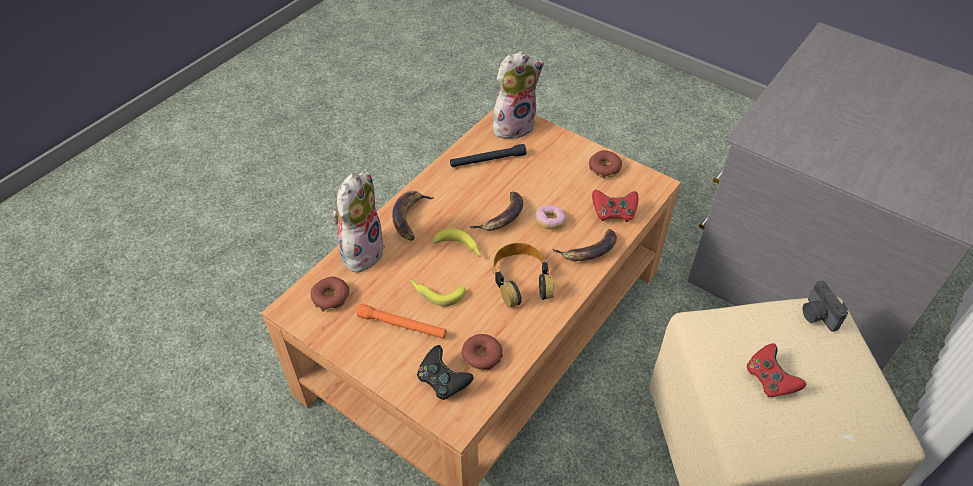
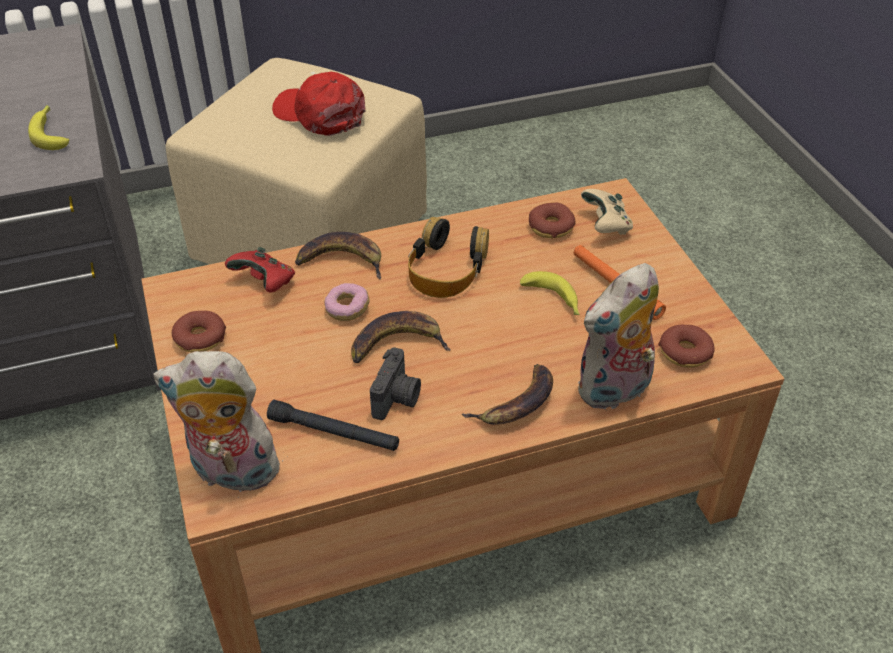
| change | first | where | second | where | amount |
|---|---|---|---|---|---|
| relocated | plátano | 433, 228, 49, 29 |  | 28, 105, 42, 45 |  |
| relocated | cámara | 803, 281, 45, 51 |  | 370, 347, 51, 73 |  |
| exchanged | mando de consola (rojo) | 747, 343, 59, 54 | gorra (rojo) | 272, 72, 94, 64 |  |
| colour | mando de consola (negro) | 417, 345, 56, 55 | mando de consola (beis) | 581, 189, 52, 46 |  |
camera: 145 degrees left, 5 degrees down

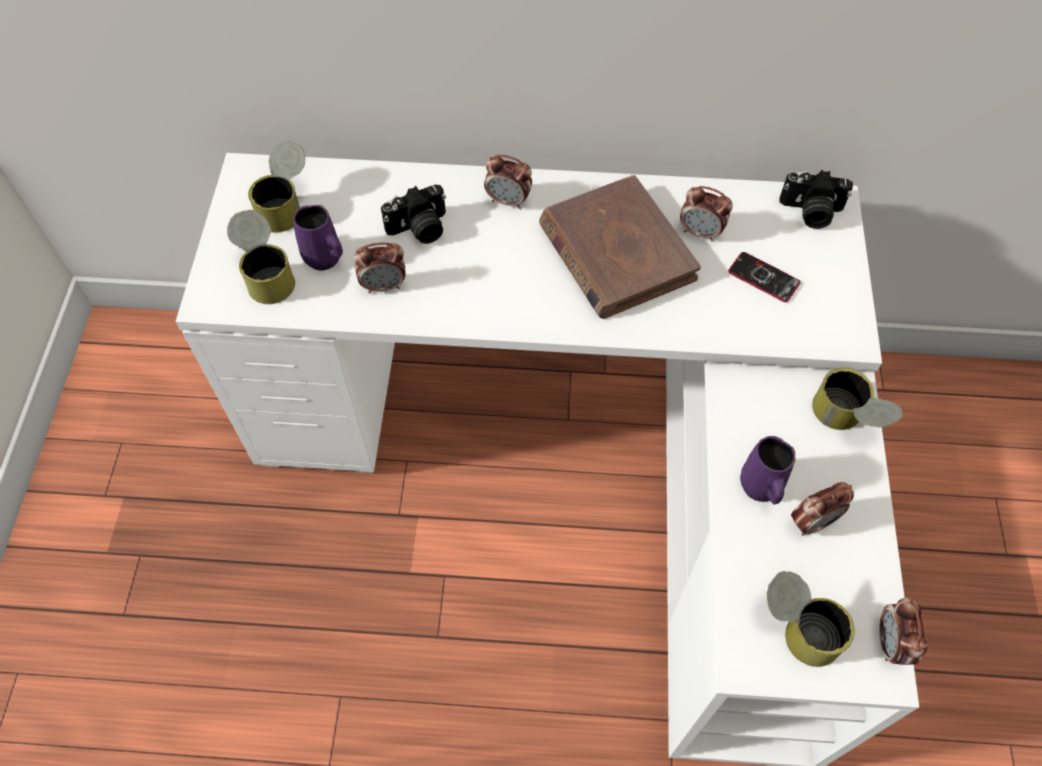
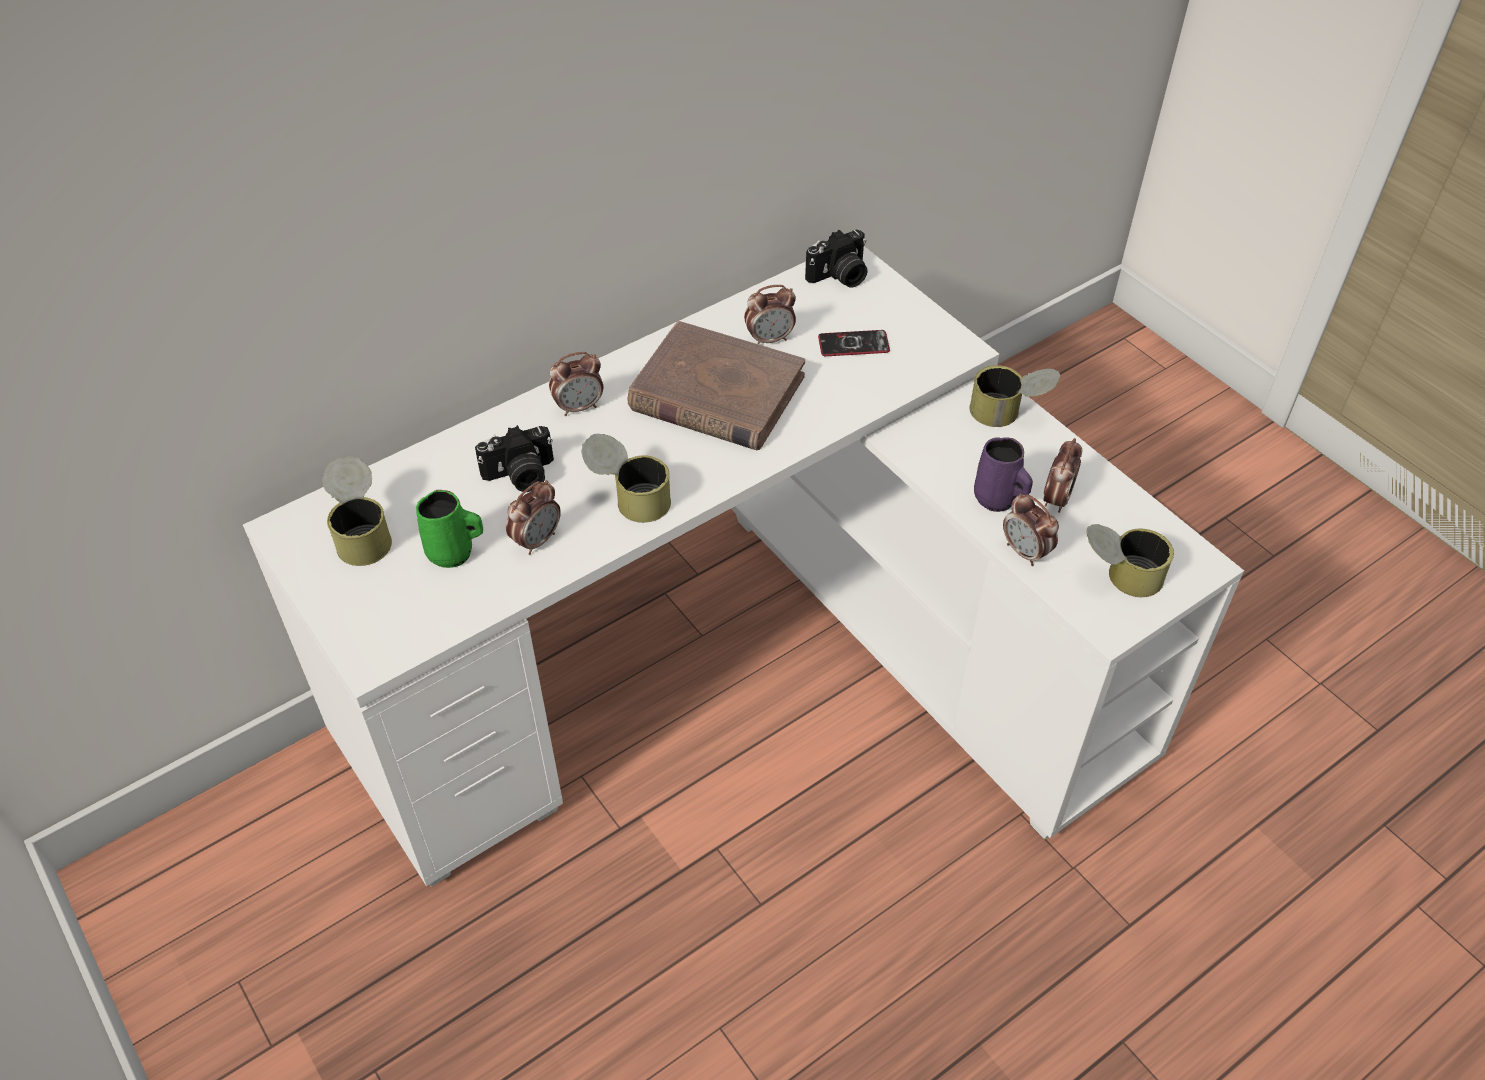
| change | first | where | second | where | amount |
|---|---|---|---|---|---|
| relocated | lata | 227, 210, 68, 94 |  | 581, 434, 90, 89 |  |
| relocated | despertador | 880, 597, 47, 68 |  | 1003, 493, 56, 73 |  |
| colour | taza grande (morado) | 293, 205, 50, 66 | taza grande (verde) | 416, 490, 67, 78 |  |
| spun | cámara | 381, 185, 65, 59 |  | 475, 425, 79, 67 | 45 degrees clockwise |
camera: 40 degrees left, 10 degrees down

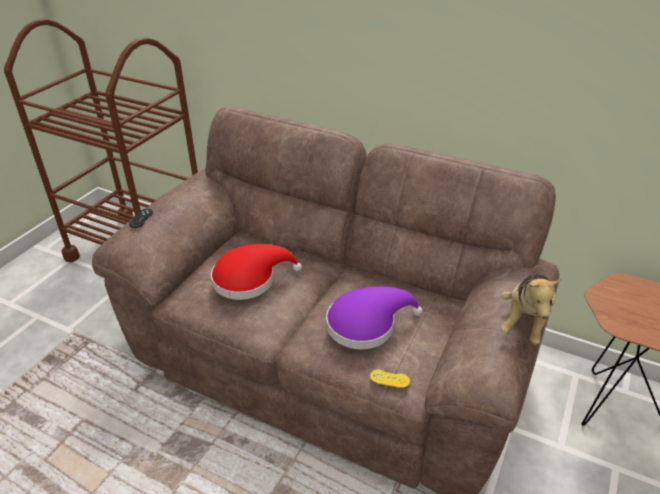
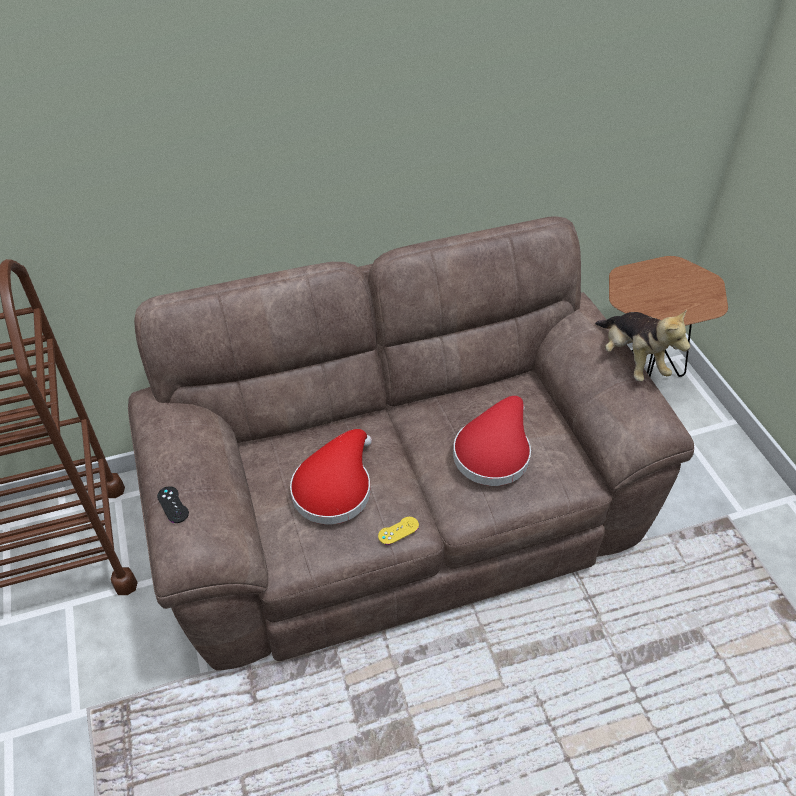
| change | first | where | second | where | amount |
|---|---|---|---|---|---|
| relocated | mando de consola (amarillo) | 370, 369, 40, 19 |  | 378, 517, 41, 28 |  |
| colour | sombrero (morado) | 326, 286, 97, 63 | sombrero (rojo) | 453, 396, 78, 90 |  |
camera: 45 degrees left, 10 degrees up

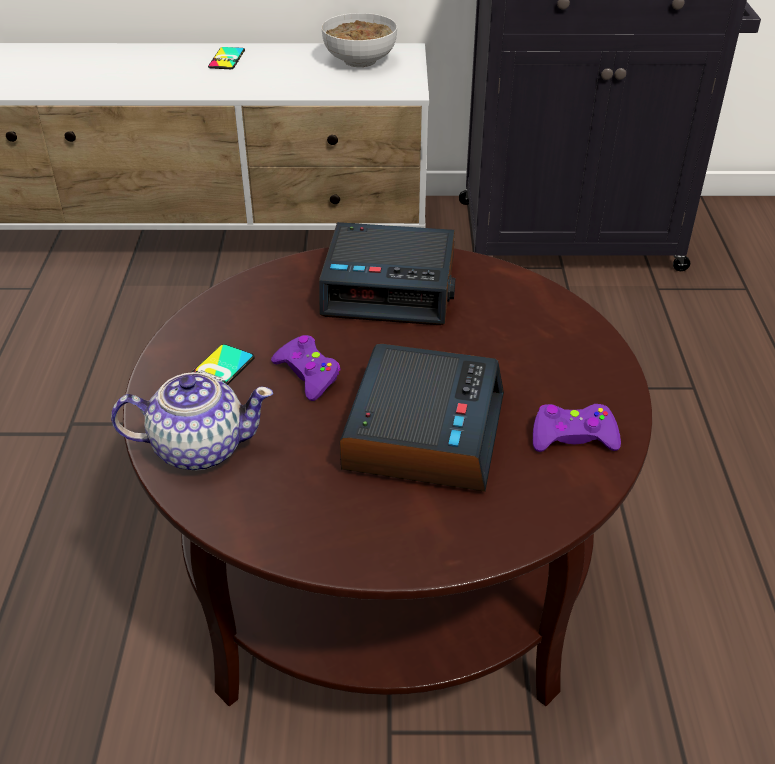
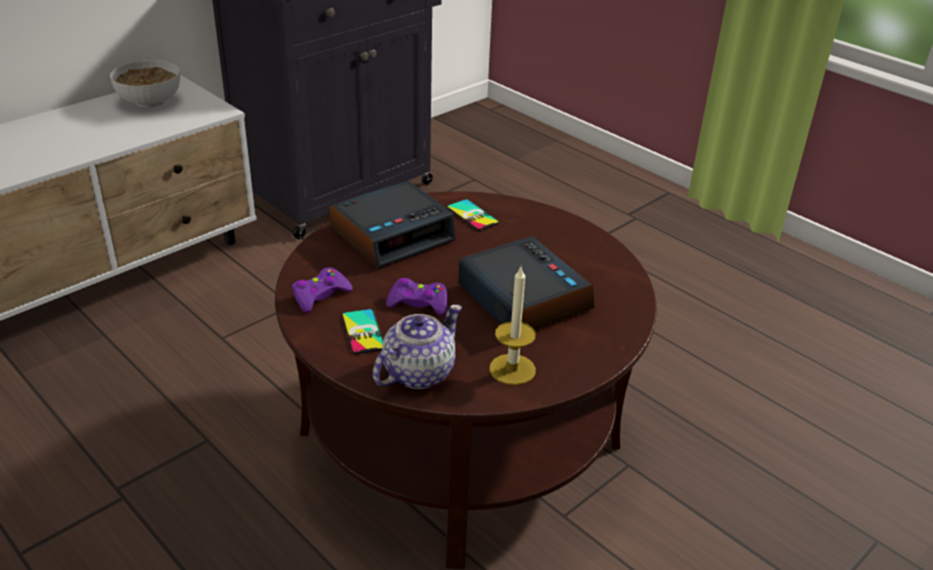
| change | first | where | second | where | amount |
|---|---|---|---|---|---|
| appeared |  |  | vela | 489, 267, 47, 118 |  |
| relocated | móvil | 208, 47, 37, 22 |  | 446, 199, 53, 32 |  |
| relocated | mando de consola (morado) | 533, 404, 88, 48 |  | 292, 267, 61, 46 |  |
camera: 45 degrees left, 5 degrees down

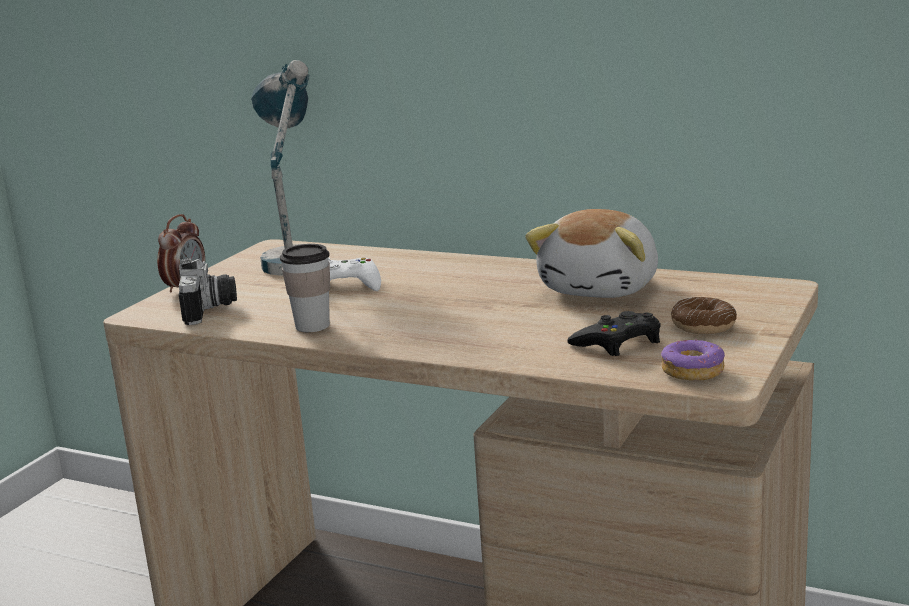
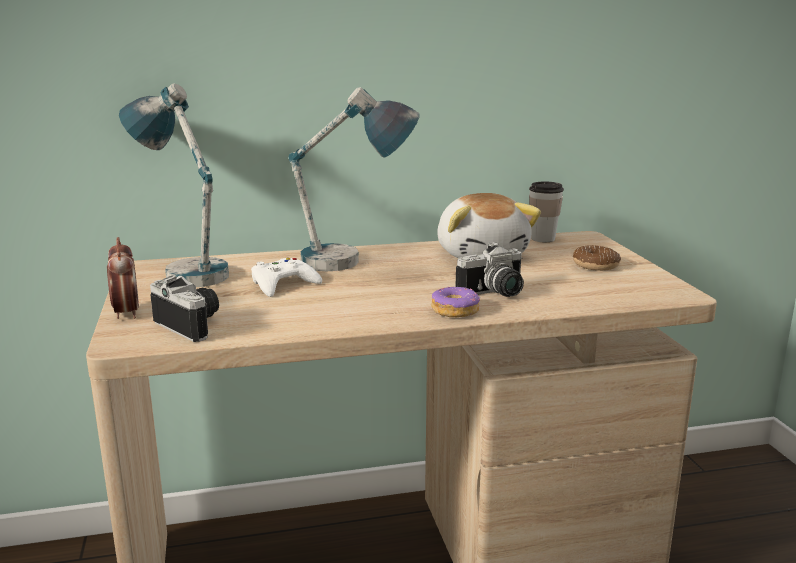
| change | first | where | second | where | amount |
|---|---|---|---|---|---|
| missing | mando de consola (negro) | 567, 311, 94, 45 |  |  |  |
| appeared |  |  | lámpara de mesa | 288, 87, 132, 184 |  |
| appeared |  |  | cámara | 455, 242, 69, 55 |  |
| relocated | taza | 280, 244, 50, 88 |  | 529, 182, 35, 60 |  |
| relocated | rosquilla | 661, 339, 64, 42 |  | 431, 286, 49, 31 |  |
camera: 40 degrees left, 0 degrees up

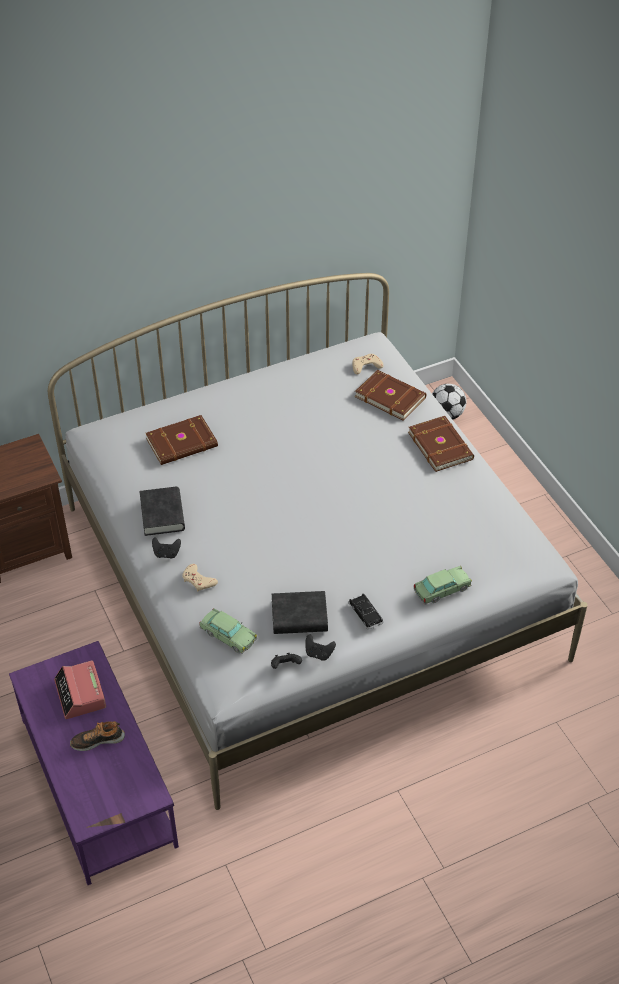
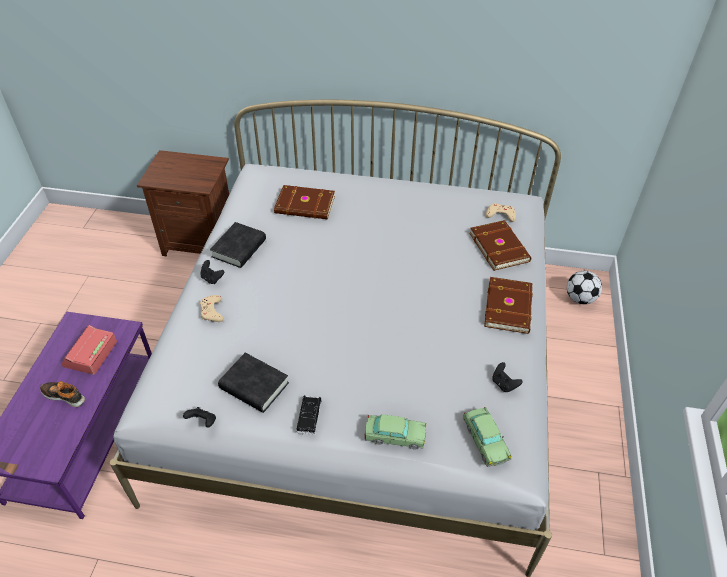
| change | first | where | second | where | amount |
|---|---|---|---|---|---|
| relocated | coche de juguete | 199, 608, 58, 46 |  | 463, 407, 49, 60 |  |
| relocated | mando de consola (negro) | 305, 634, 31, 26 |  | 492, 362, 31, 30 |  |
camera: 35 degrees right, 0 degrees up

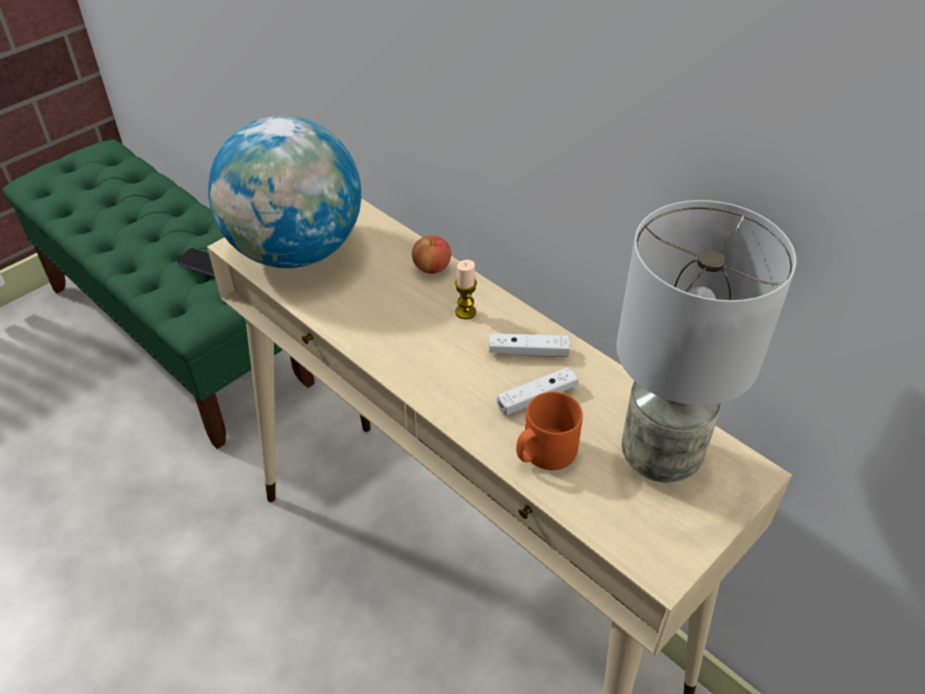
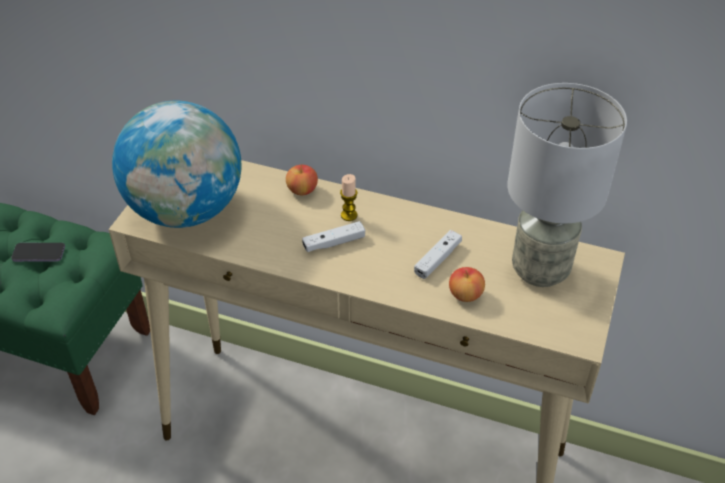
| change | first | where | second | where | amount |
|---|---|---|---|---|---|
| relocated | mando de consola (blanco) | 489, 333, 81, 24 |  | 302, 221, 63, 31 |  |
| exchanged | taza grande (naranja) | 516, 392, 67, 78 | manzana | 449, 267, 36, 35 |  |
camera: 25 degrees left, 0 degrees up

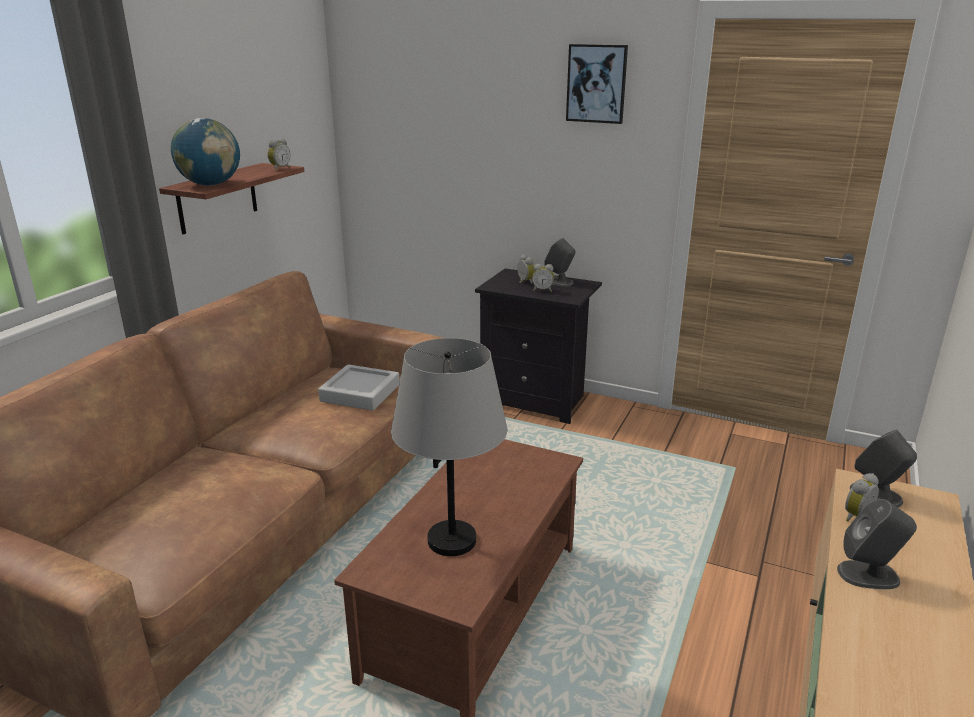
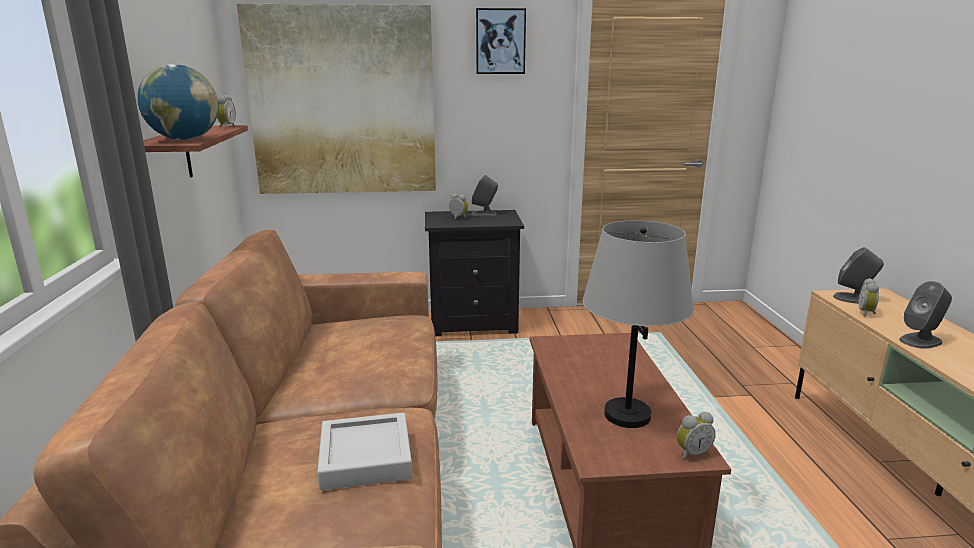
| change | first | where | second | where | amount |
|---|---|---|---|---|---|
| appeared |  |  | cuadro | 237, 4, 199, 190 |  |
| relocated | bandeja (gris) | 318, 365, 82, 46 |  | 317, 413, 95, 77 |  |
| relocated | despertador | 532, 264, 22, 28 |  | 677, 412, 39, 48 |  |
camera: 30 degrees left, 5 degrees down

